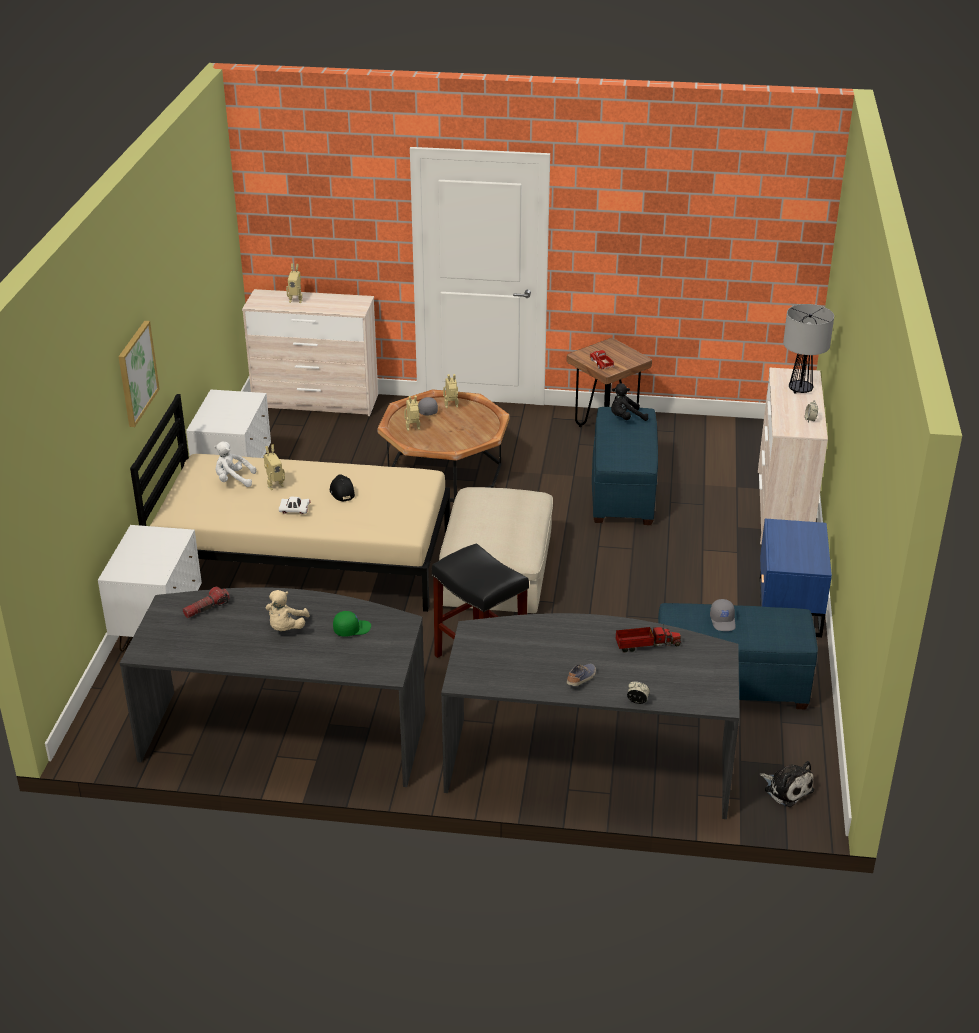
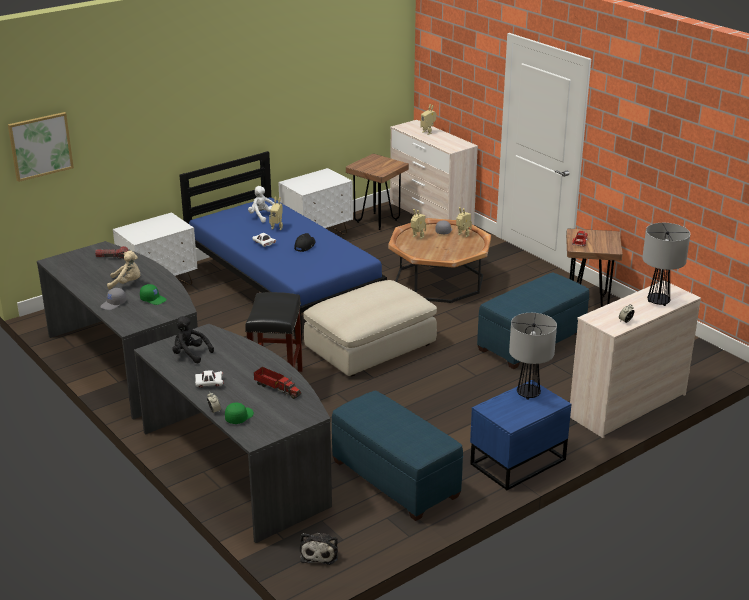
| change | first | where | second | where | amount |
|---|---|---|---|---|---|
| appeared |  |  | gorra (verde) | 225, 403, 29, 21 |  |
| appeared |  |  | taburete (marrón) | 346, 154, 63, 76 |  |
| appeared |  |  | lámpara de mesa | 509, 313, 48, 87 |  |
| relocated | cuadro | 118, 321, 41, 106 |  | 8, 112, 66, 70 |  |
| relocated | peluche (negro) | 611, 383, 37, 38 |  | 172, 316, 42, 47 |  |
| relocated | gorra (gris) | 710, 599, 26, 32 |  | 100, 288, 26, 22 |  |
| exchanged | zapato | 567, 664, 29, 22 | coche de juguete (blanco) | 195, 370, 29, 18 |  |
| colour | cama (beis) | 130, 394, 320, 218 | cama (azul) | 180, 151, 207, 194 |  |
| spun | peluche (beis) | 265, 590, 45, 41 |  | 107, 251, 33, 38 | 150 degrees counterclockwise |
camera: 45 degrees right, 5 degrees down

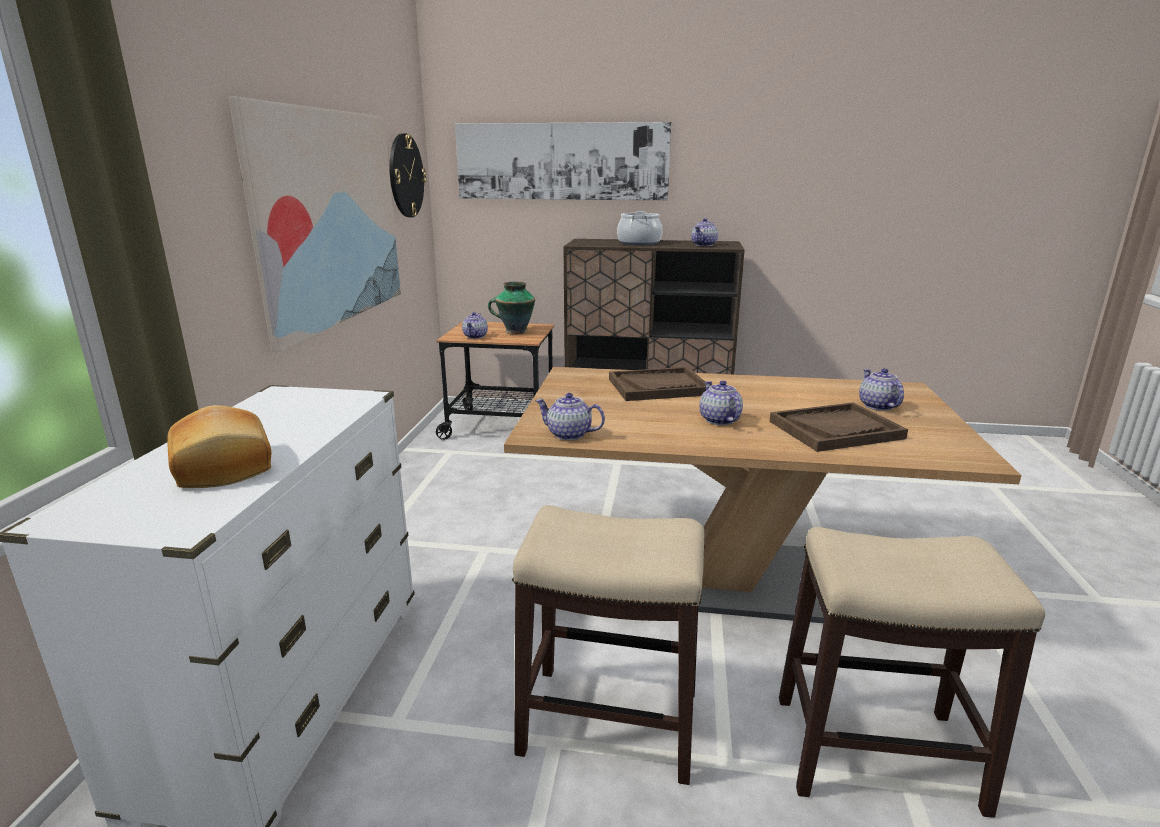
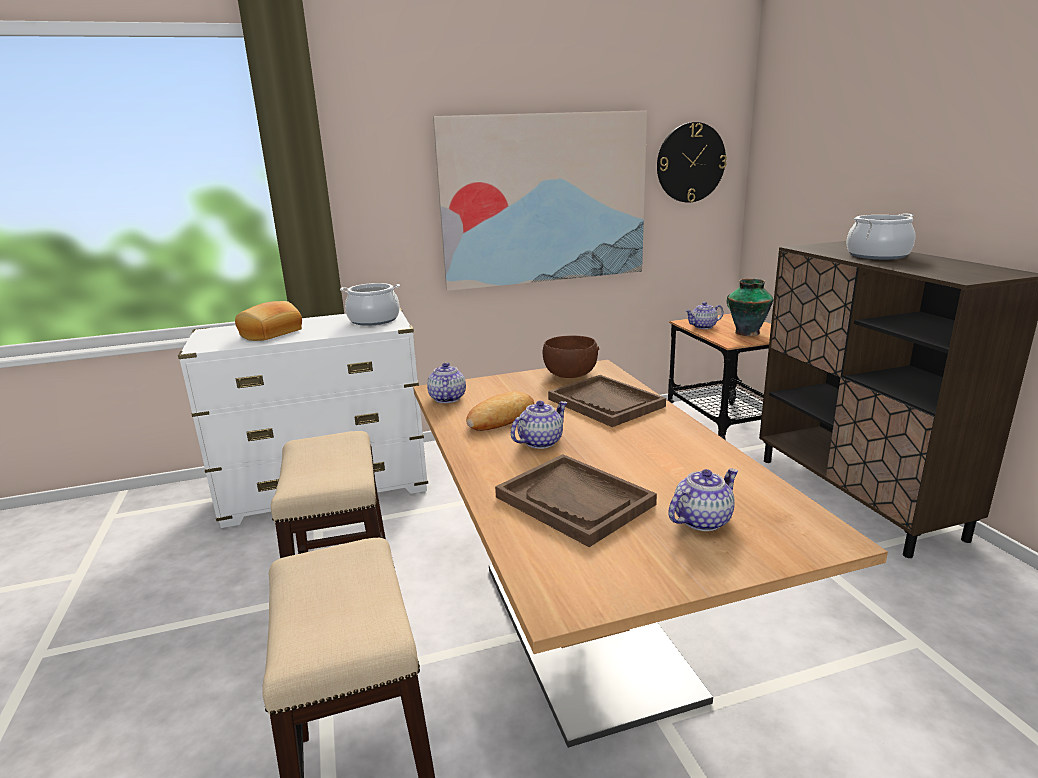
| change | first | where | second | where | amount |
|---|---|---|---|---|---|
| missing | cuadro | 455, 122, 216, 78 |  |  |  |
| missing | tetera | 691, 218, 27, 28 |  |  |  |
| appeared |  |  | olla | 340, 283, 60, 43 |  |
| appeared |  |  | pan | 466, 391, 68, 40 |  |
| appeared |  |  | cuenco (marrón) | 543, 335, 56, 43 |  |
camera: 65 degrees right, 0 degrees up

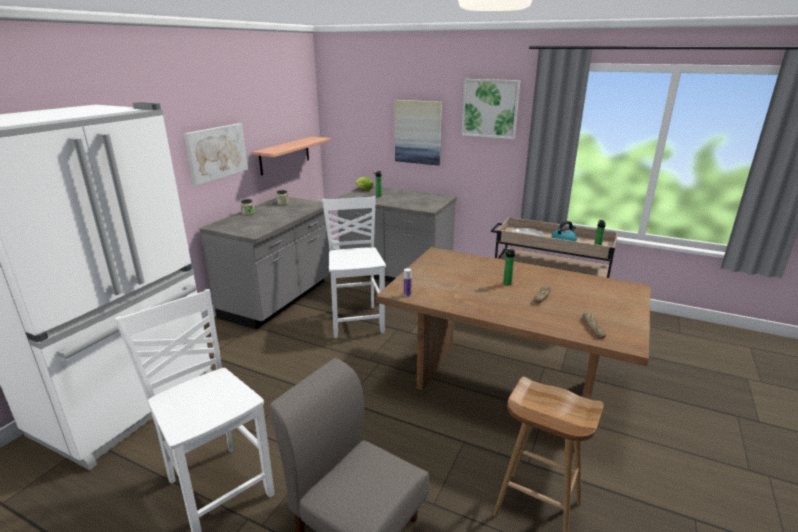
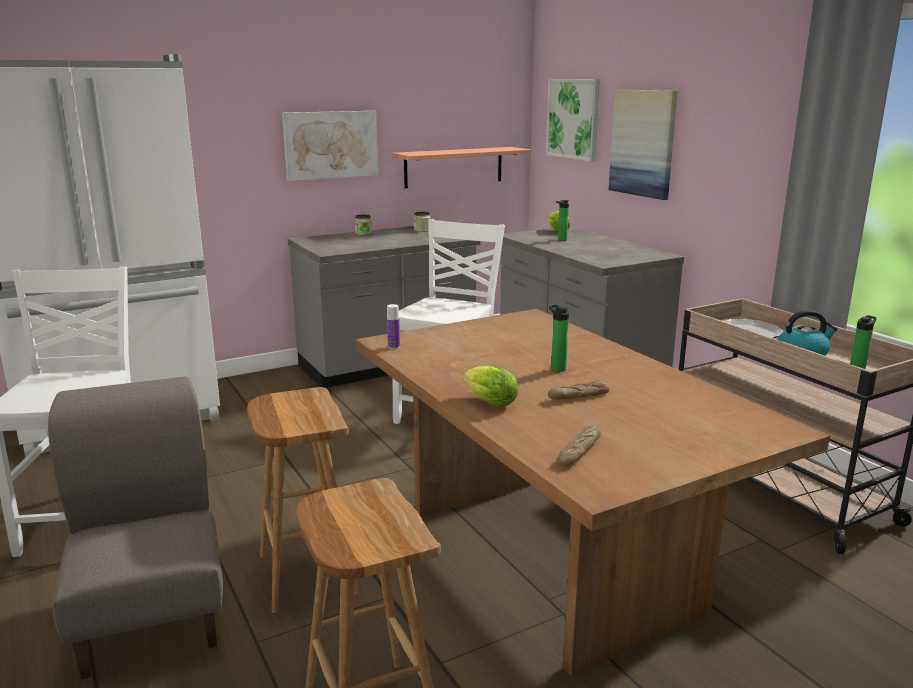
| change | first | where | second | where | amount |
|---|---|---|---|---|---|
| appeared |  |  | taburete (marrón) | 247, 387, 111, 226 |  |
| appeared |  |  | lechuga | 463, 366, 55, 41 |  |
| relocated | cuadro | 462, 79, 59, 60 |  | 546, 79, 54, 83 |  |
camera: 35 degrees right, 5 degrees down

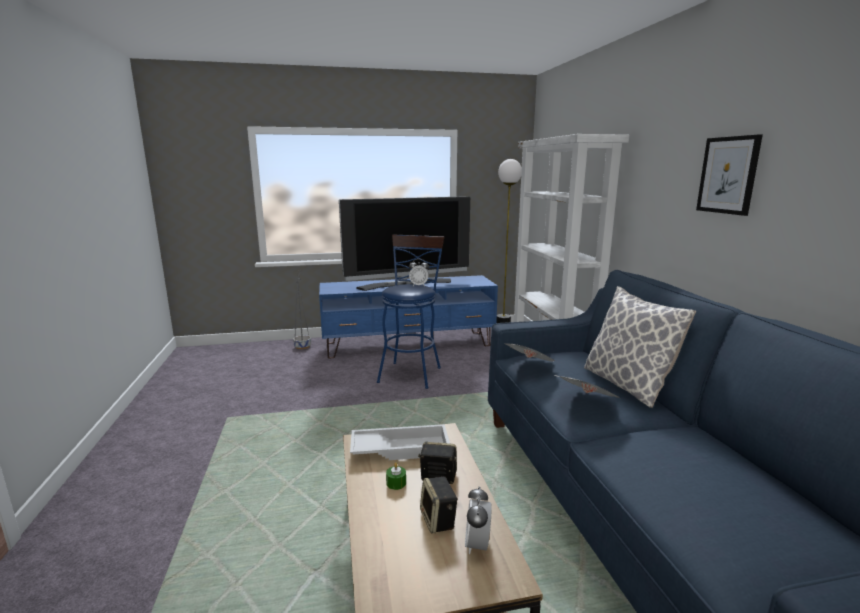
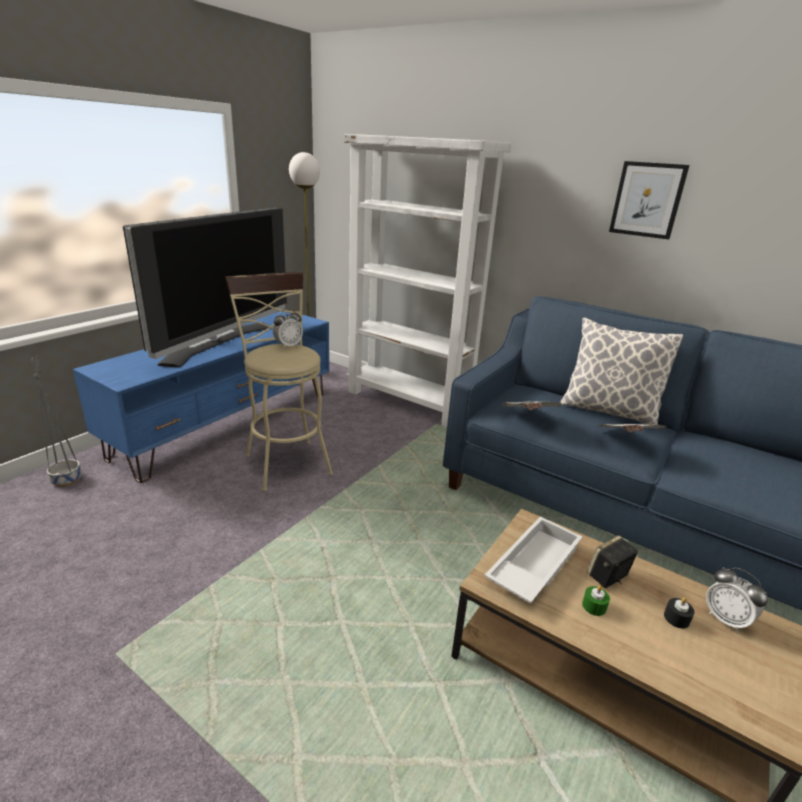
| change | first | where | second | where | amount |
|---|---|---|---|---|---|
| exchanged | altavoz | 420, 477, 38, 56 | vela (negro) | 664, 597, 31, 31 |  |
| colour | taburete (azul) | 377, 234, 67, 155 | taburete (beis) | 225, 272, 108, 219 |  |
camera: 45 degrees left, 10 degrees up

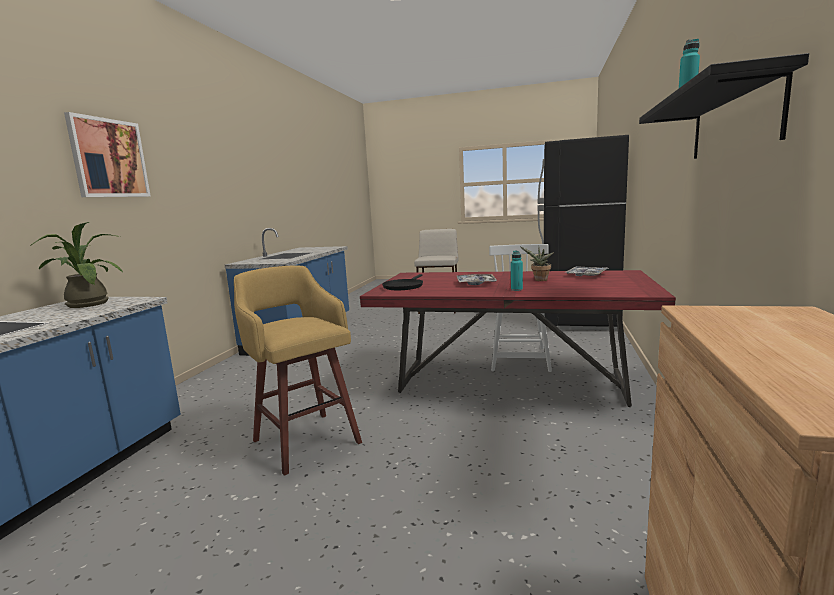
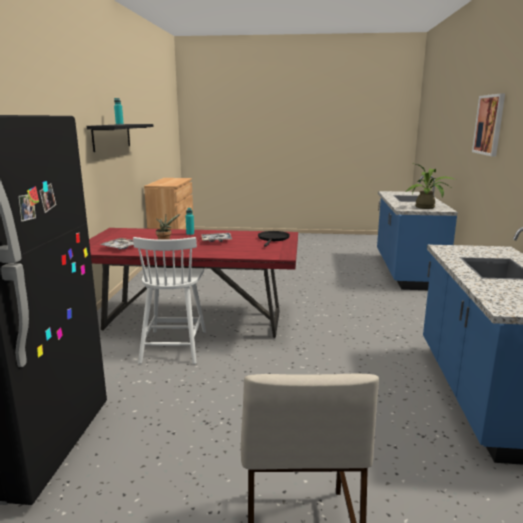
| change | first | where | second | where | amount |
|---|---|---|---|---|---|
| missing | taburete (amarillo) | 234, 266, 128, 210 |  |  |  |
camera: 170 degrees right, 5 degrees up

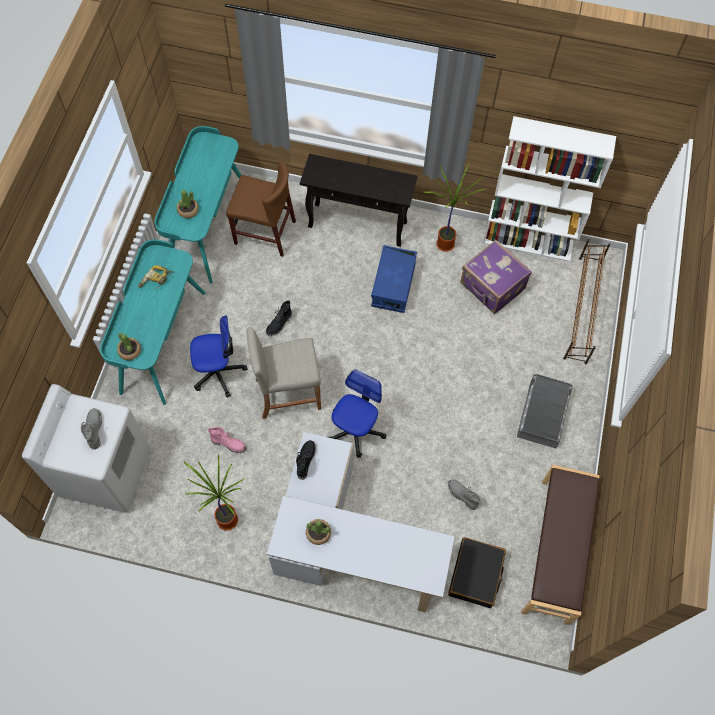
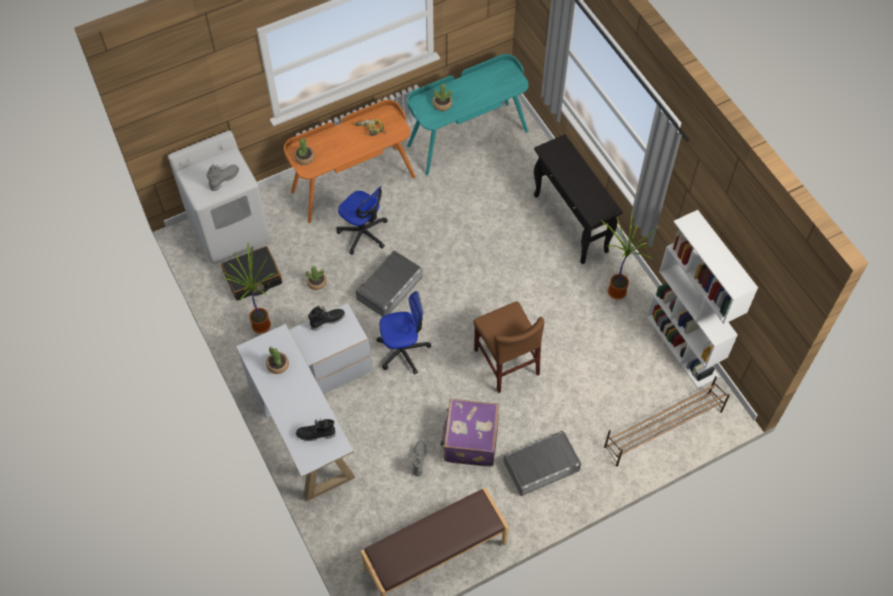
| change | first | where | second | where | amount |
|---|---|---|---|---|---|
| missing | caja de almacenaje (azul) | 371, 245, 46, 68 |  |  |  |
| relocated | silla (marrón) | 226, 162, 70, 95 |  | 473, 301, 71, 92 |  |
| relocated | bota (negro) | 266, 300, 26, 36 |  | 296, 419, 40, 22 |  |
| relocated | maleta (negro) | 448, 537, 58, 71 |  | 221, 246, 61, 55 |  |
| relocated | maleta (morado) | 460, 240, 72, 74 |  | 440, 398, 59, 69 |  |
| exchanged | bota (rosa) | 208, 427, 38, 26 | planta en maceta | 306, 266, 21, 24 |  |
| exchanged | taburete (beis) | 247, 328, 74, 91 | caja de almacenaje (gris) | 356, 251, 66, 66 |  |
| colour | escritorio (turquesa) | 100, 239, 106, 166 | escritorio (naranja) | 284, 100, 132, 123 |  |
camera: 50 degrees right, 5 degrees down

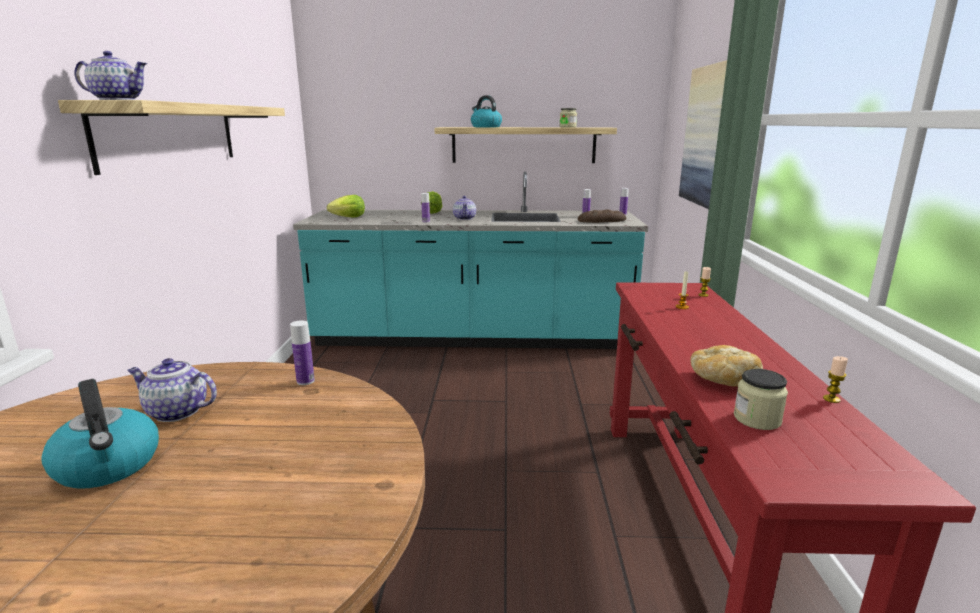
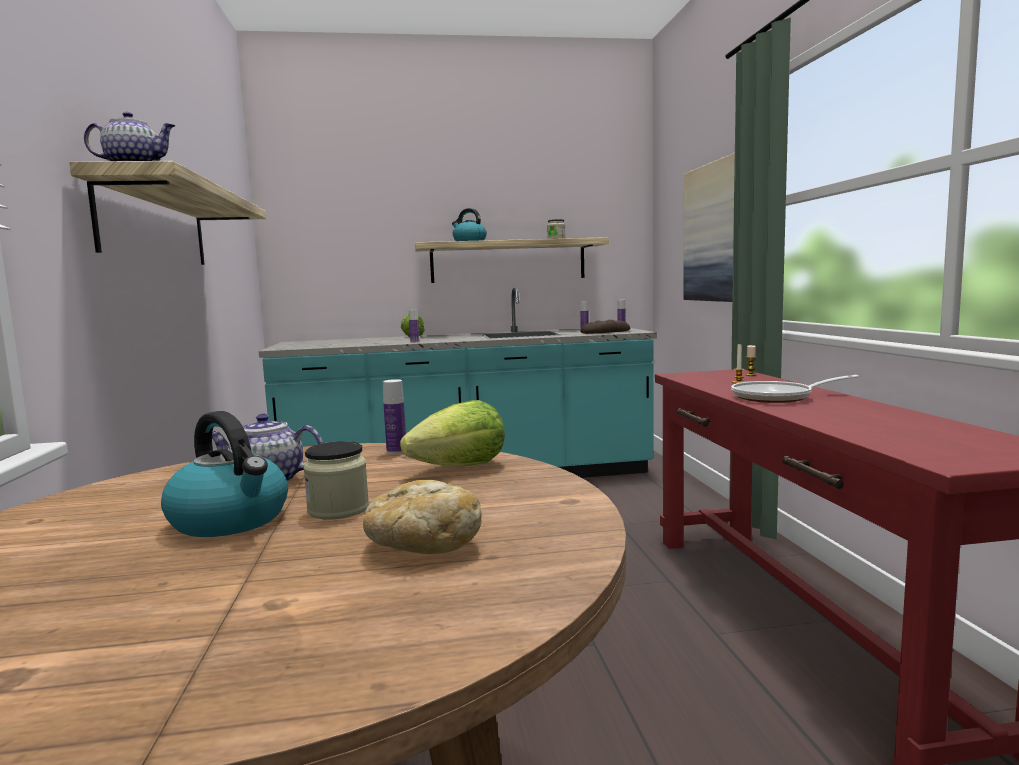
| change | first | where | second | where | amount |
|---|---|---|---|---|---|
| missing | tetera | 453, 196, 23, 24 |  |  |  |
| missing | vela | 823, 356, 25, 47 |  |  |  |
| appeared |  |  | sartén | 731, 375, 128, 28 |  |
| relocated | lechuga | 327, 195, 38, 22 |  | 400, 400, 105, 66 |  |
| relocated | pan | 690, 345, 73, 42 |  | 363, 480, 118, 74 |  |
| relocated | tarro | 734, 369, 54, 61 |  | 303, 441, 66, 78 |  |
camera: 10 degrees left, 10 degrees down

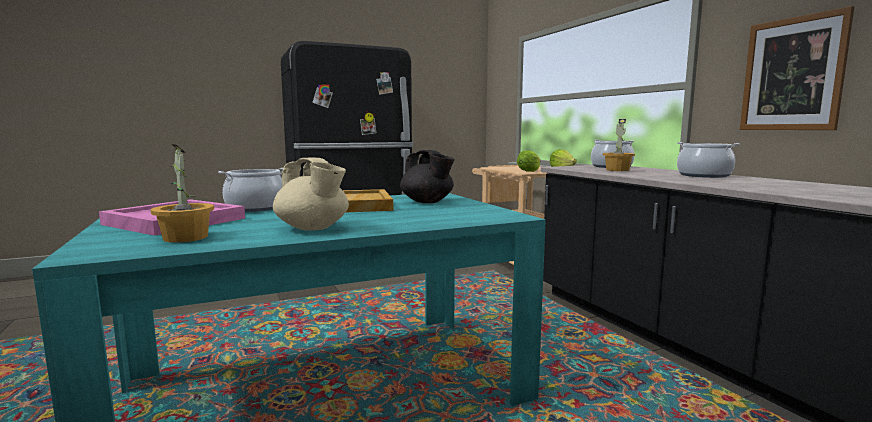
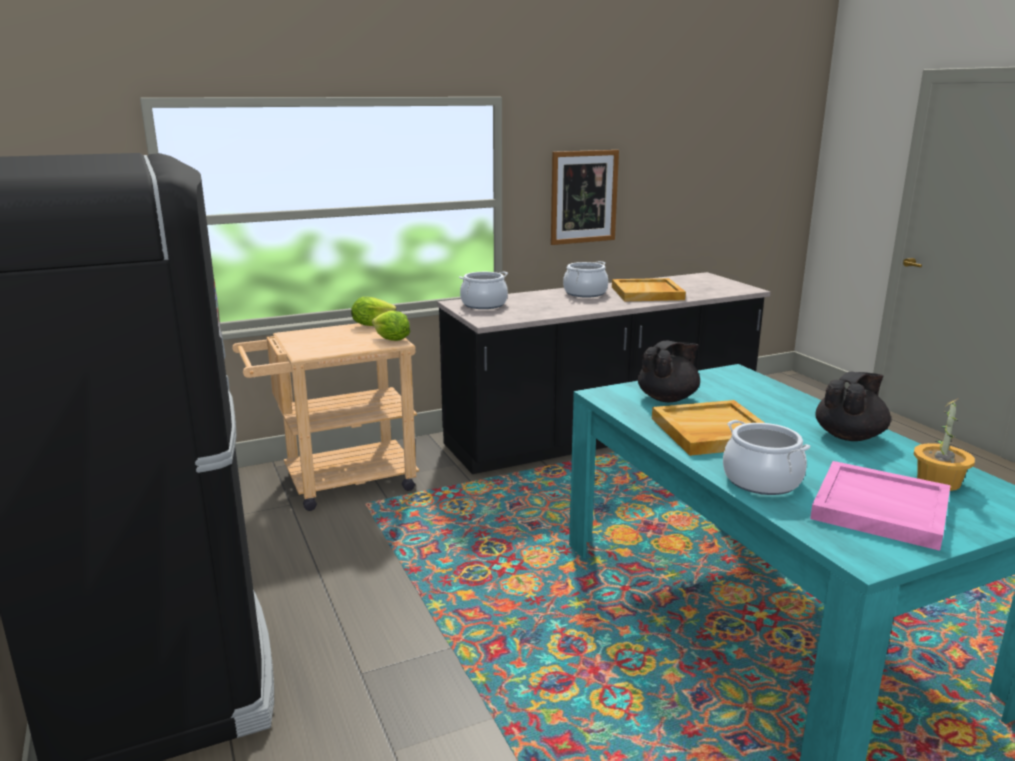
| change | first | where | second | where | amount |
|---|---|---|---|---|---|
| missing | planta en maceta | 603, 119, 32, 52 |  |  |  |
| appeared |  |  | bandeja (beis) | 612, 278, 74, 23 |  |
| colour | tetera (beis) | 273, 157, 76, 74 | tetera (negro) | 815, 372, 76, 69 |  |
camera: 90 degrees left, 10 degrees up

